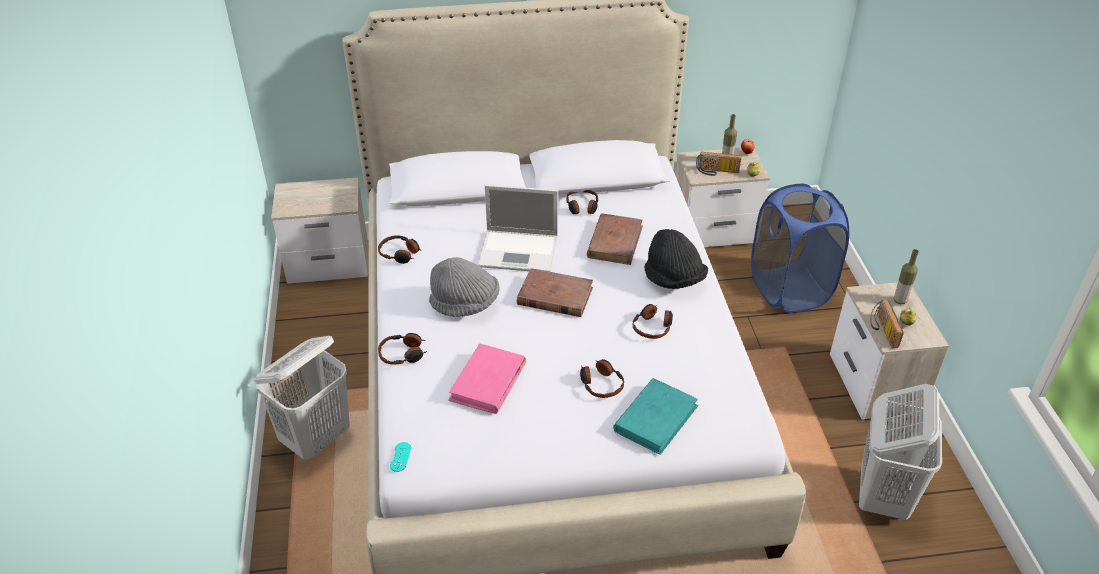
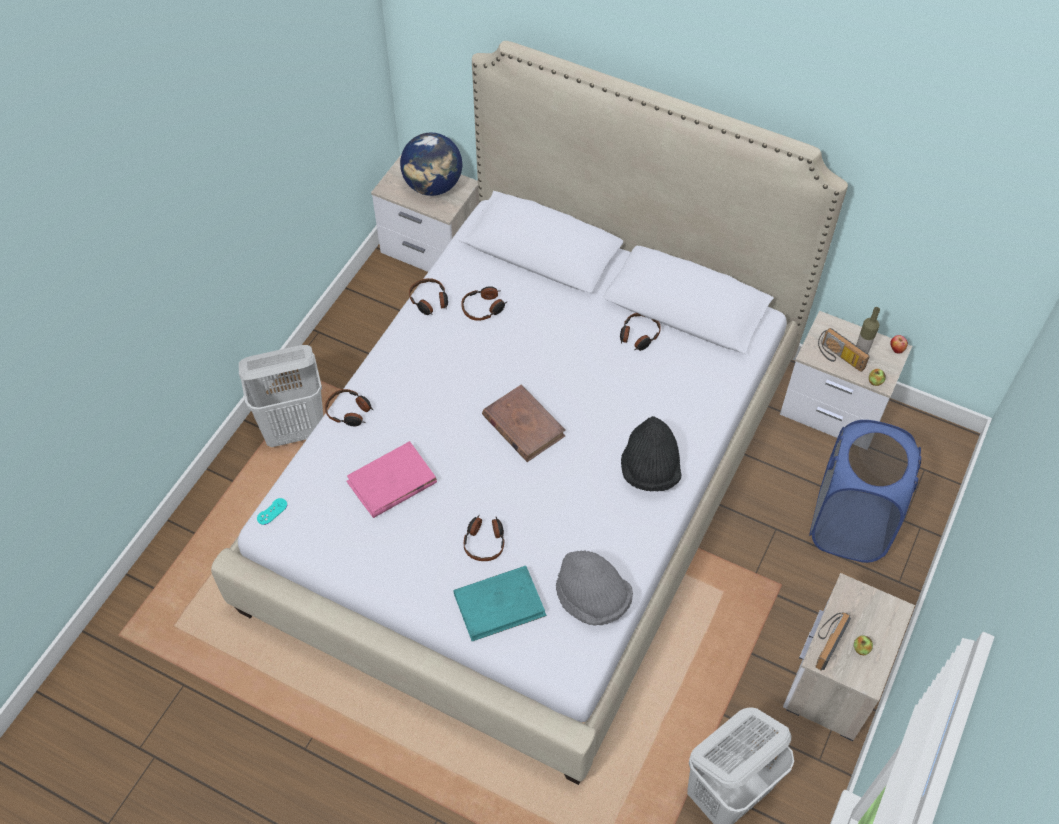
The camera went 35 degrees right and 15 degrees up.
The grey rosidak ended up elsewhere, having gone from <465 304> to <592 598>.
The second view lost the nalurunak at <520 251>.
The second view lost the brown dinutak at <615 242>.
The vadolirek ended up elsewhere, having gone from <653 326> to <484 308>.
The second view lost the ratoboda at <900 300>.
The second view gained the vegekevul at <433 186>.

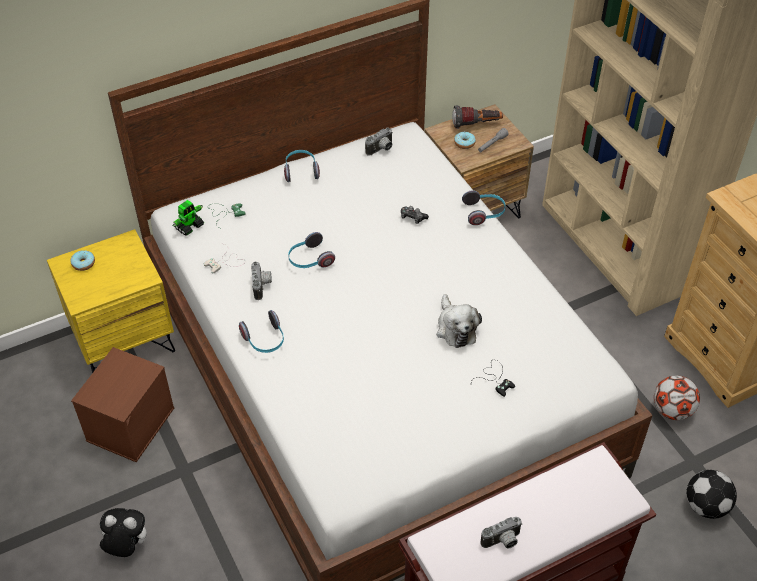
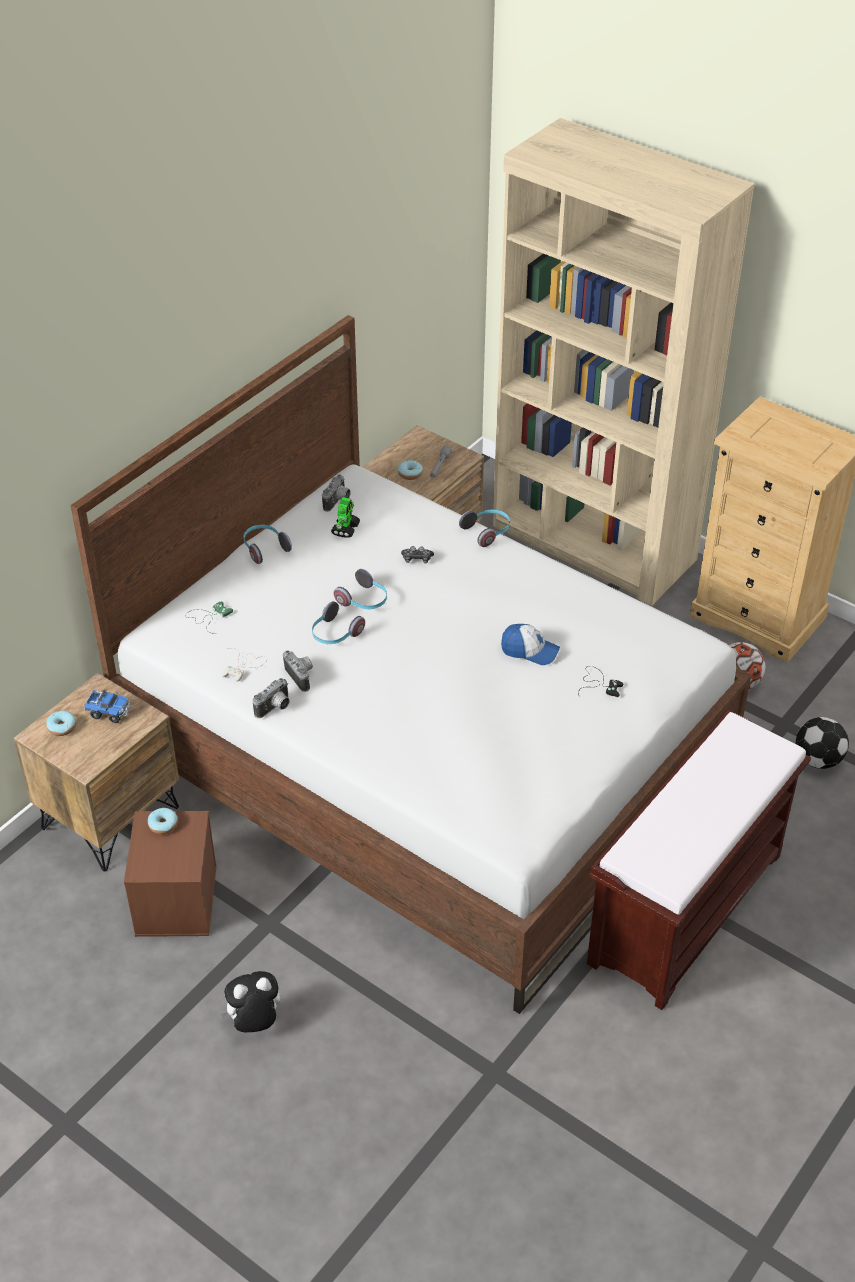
The camera went 25 degrees left and 5 degrees down.
What was the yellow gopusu at <124 341> turned into the brown gopusu at <110 817>.
The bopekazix ended up elsewhere, having gone from <189 226> to <345 529>.
The vadolirek ended up elsewhere, having gone from <265 340> to <364 601>.
Where the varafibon stood at <455 328>, the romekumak came to stand at <529 651>.
The second view lost the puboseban at <476 125>.
The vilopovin ended up elsewhere, having gone from <502 542> to <275 708>.
The second view gained the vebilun at <109 712>.
The second view gained the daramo at <163 825>.

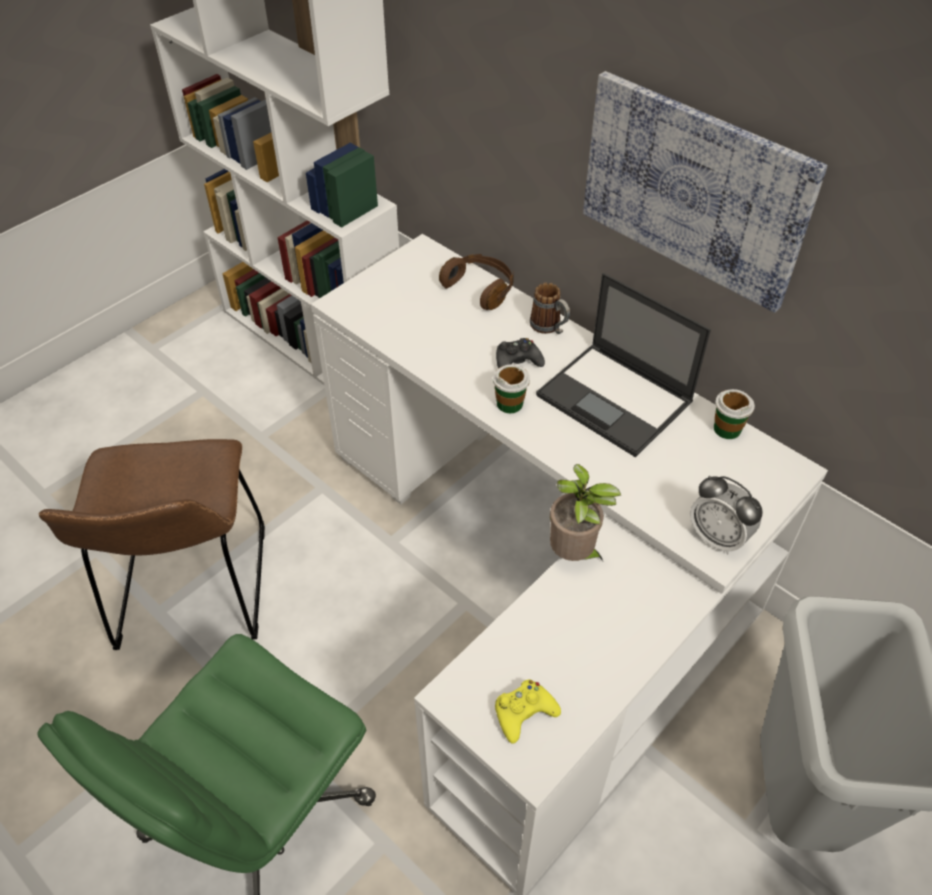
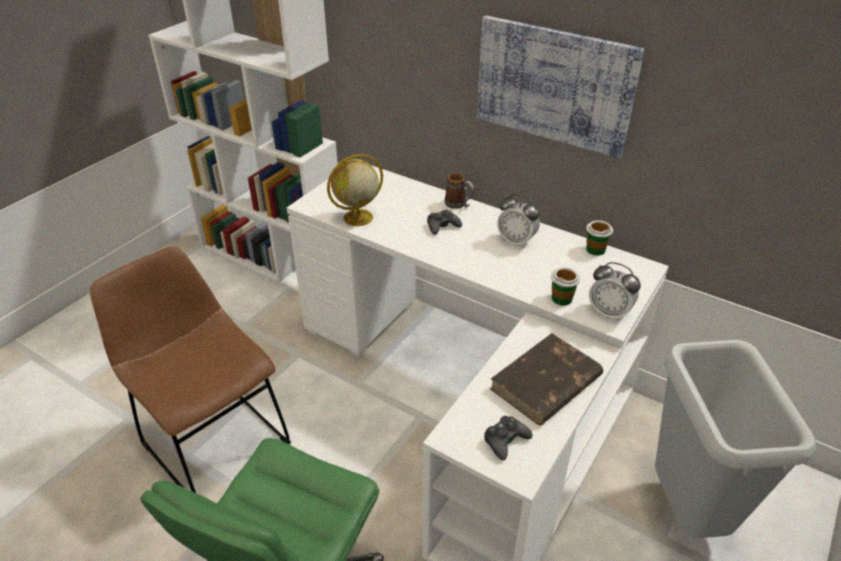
The camera went 10 degrees left and 10 degrees down.
The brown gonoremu at <192 595> ended up facing another way, 150 degrees clockwise from before.
The second view lost the brown vadolirek at <480 288>.
The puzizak ended up elsewhere, having gone from <510 403> to <562 298>.
What was the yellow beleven at <524 713> turned into the black beleven at <505 440>.
Where the nalurunak stood at <616 399>, the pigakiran came to stand at <516 241>.
The second view lost the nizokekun at <574 555>.
The second view gained the vegekevul at <357 218>.
The second view gained the brown dinutak at <545 383>.

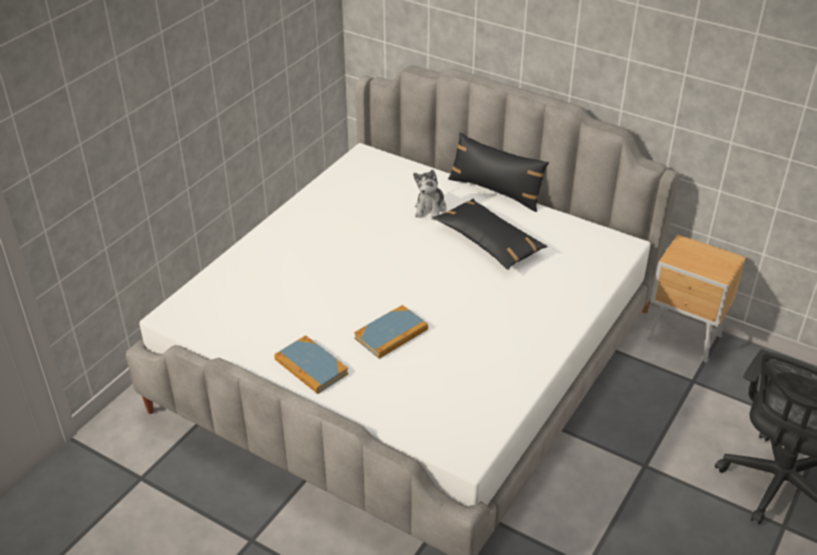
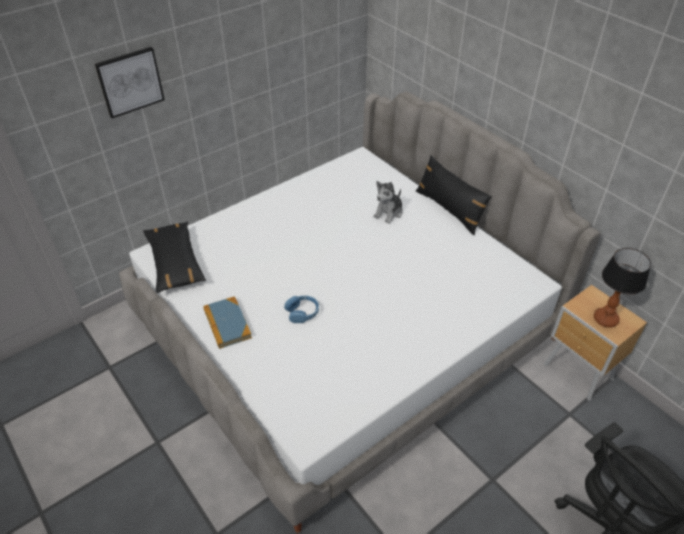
The camera went 20 degrees right and 5 degrees up.
Where the dinutak stood at <391 334>, the blue vadolirek came to stand at <302 312>.
The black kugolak ended up elsewhere, having gone from <488 242> to <175 262>.
The second view gained the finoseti at <130 81>.
The second view gained the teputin at <605 319>.

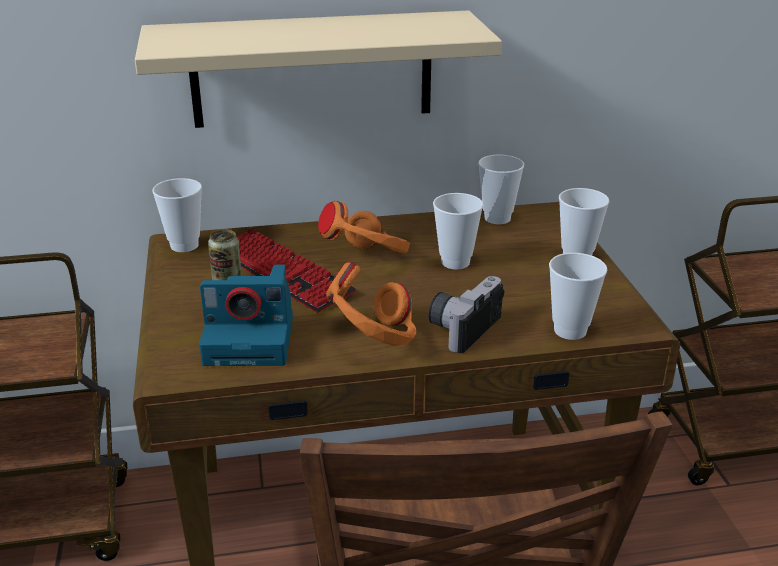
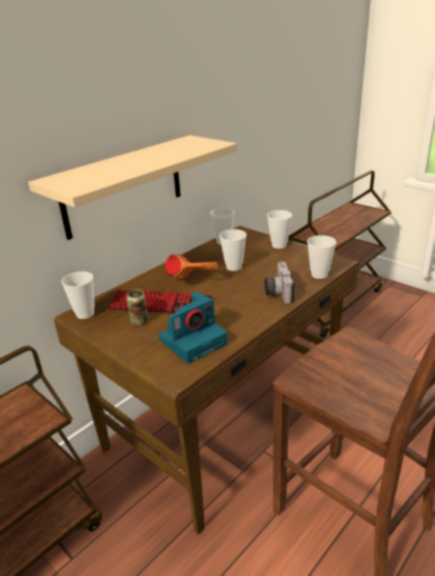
The camera went 35 degrees left and 0 degrees up.
The second view lost the orange vadolirek at <374 339>.

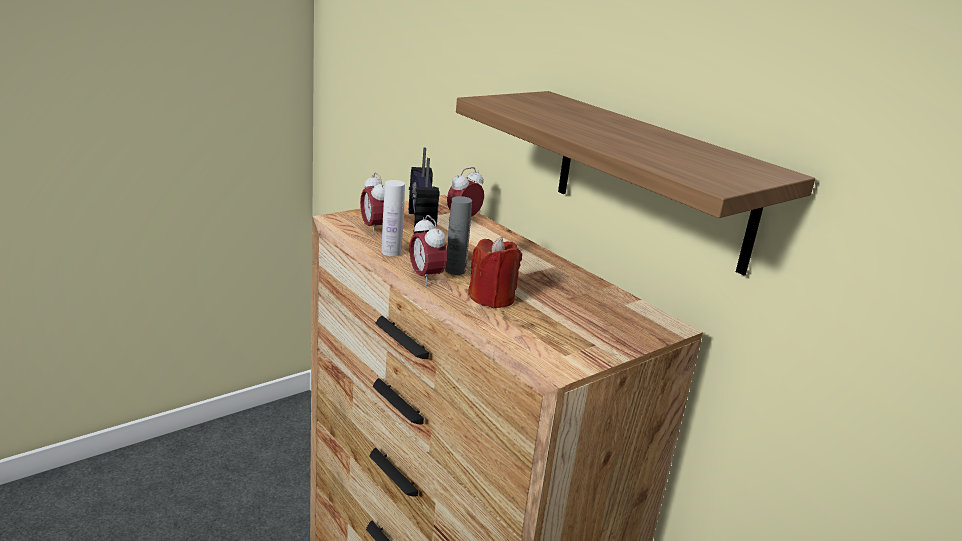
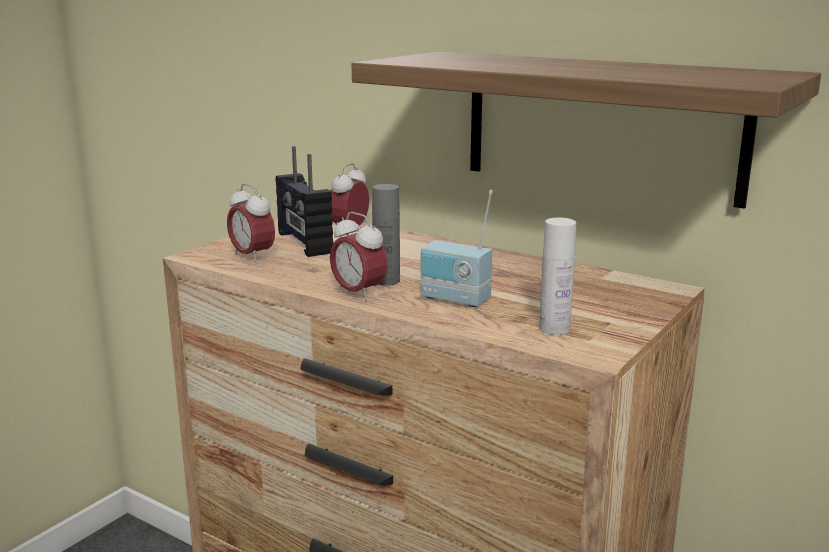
The camera went 15 degrees left and 5 degrees down.
The white ratoboda ended up elsewhere, having gone from <391 252> to <554 329>.
Where the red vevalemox stood at <492 298>, the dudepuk came to stand at <454 300>.

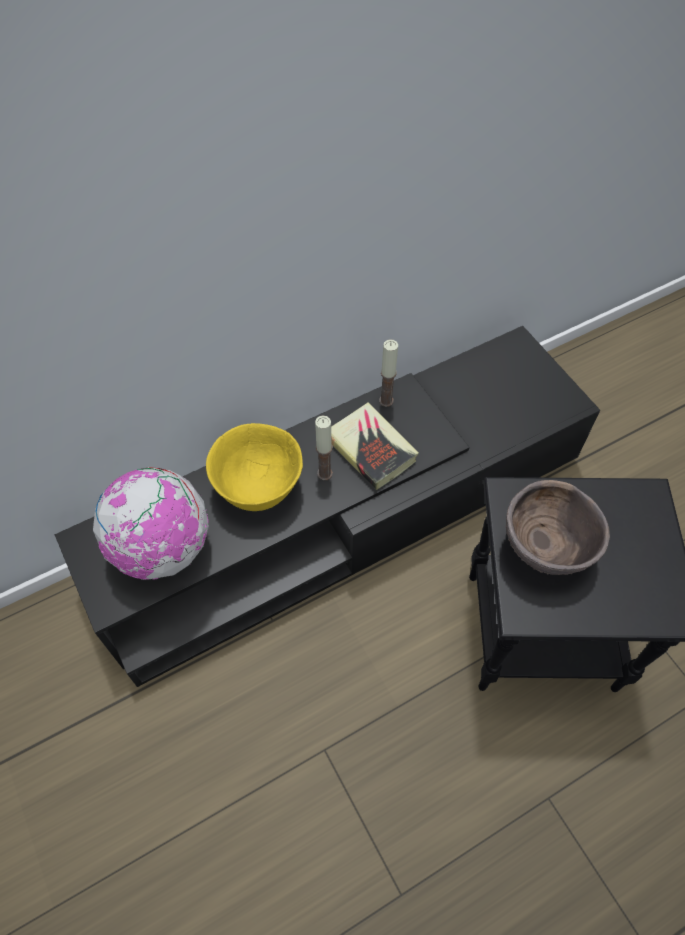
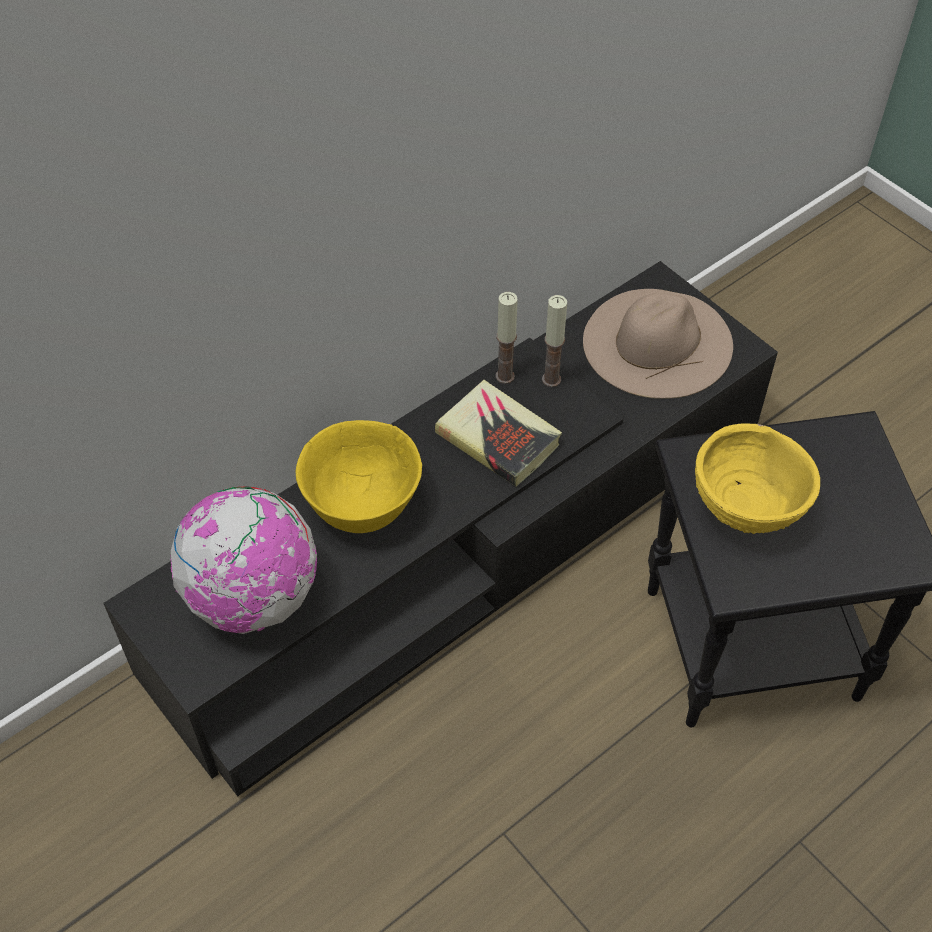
The camera went 10 degrees left and 5 degrees down.
The vevalemox ended up elsewhere, having gone from <324 473> to <551 379>.
What was the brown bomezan at <545 549> turned into the yellow bomezan at <745 511>.
The second view gained the beige rosidak at <657 342>.

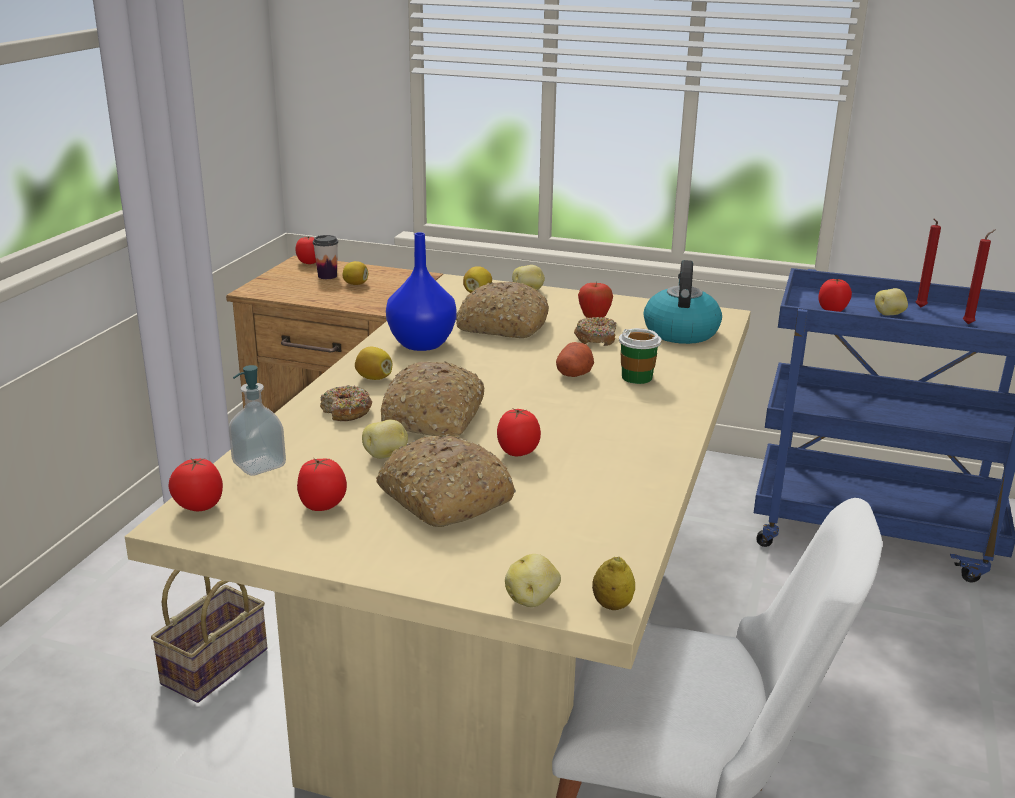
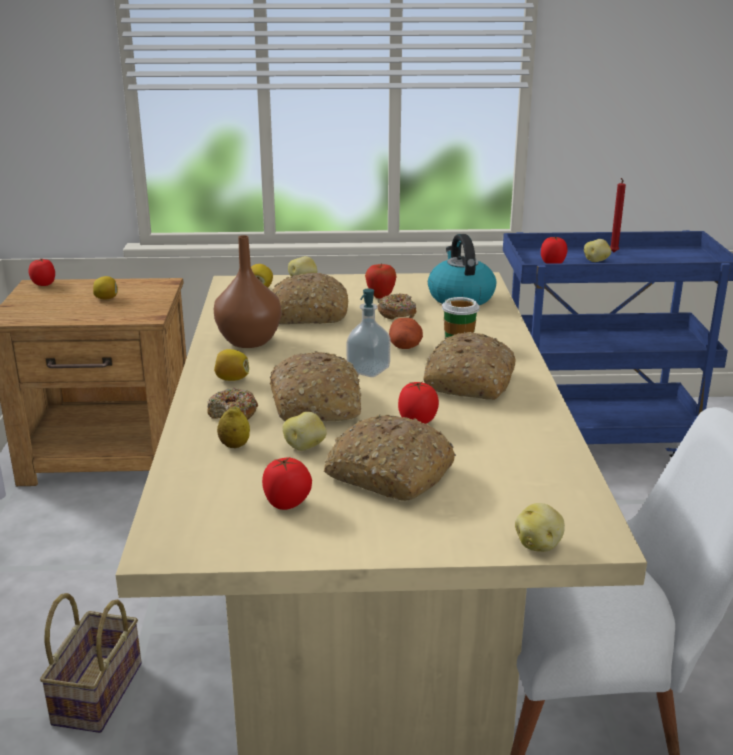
The camera went 20 degrees left and 0 degrees up.
The second view lost the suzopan at <198 507>.
The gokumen ended up elsewhere, having gone from <259 465> to <368 370>.
The second view lost the puzizak at <327 276>.
What was the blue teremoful at <423 344> turned into the brown teremoful at <250 341>.
The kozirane ended up elsewhere, having gone from <612 605> to <234 446>.
The second view lost the red vevalemox at <969 324>.
The second view gained the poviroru at <469 381>.

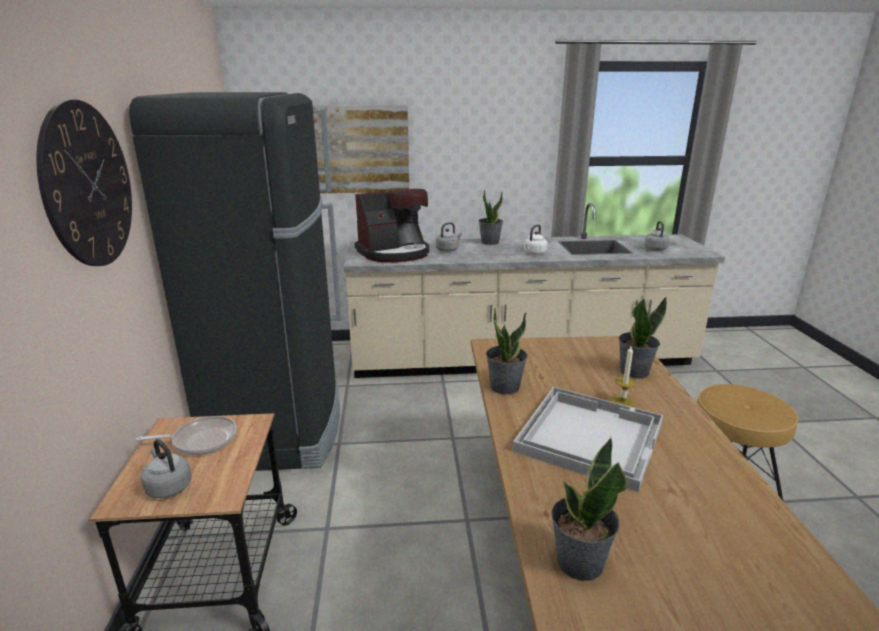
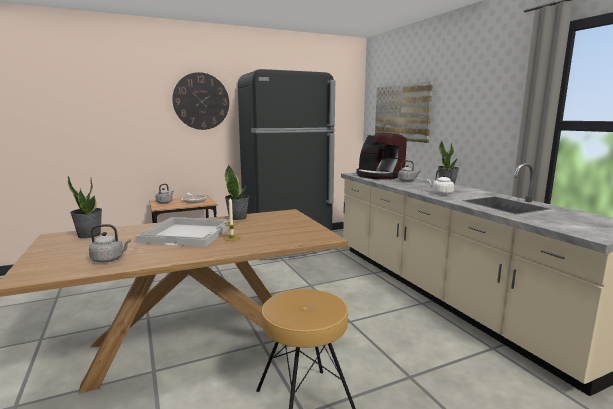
The camera went 70 degrees right and 10 degrees down.
The second view lost the nizokekun at <634 371>.
The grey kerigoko ended up elsewhere, having gone from <655 248> to <109 259>.

